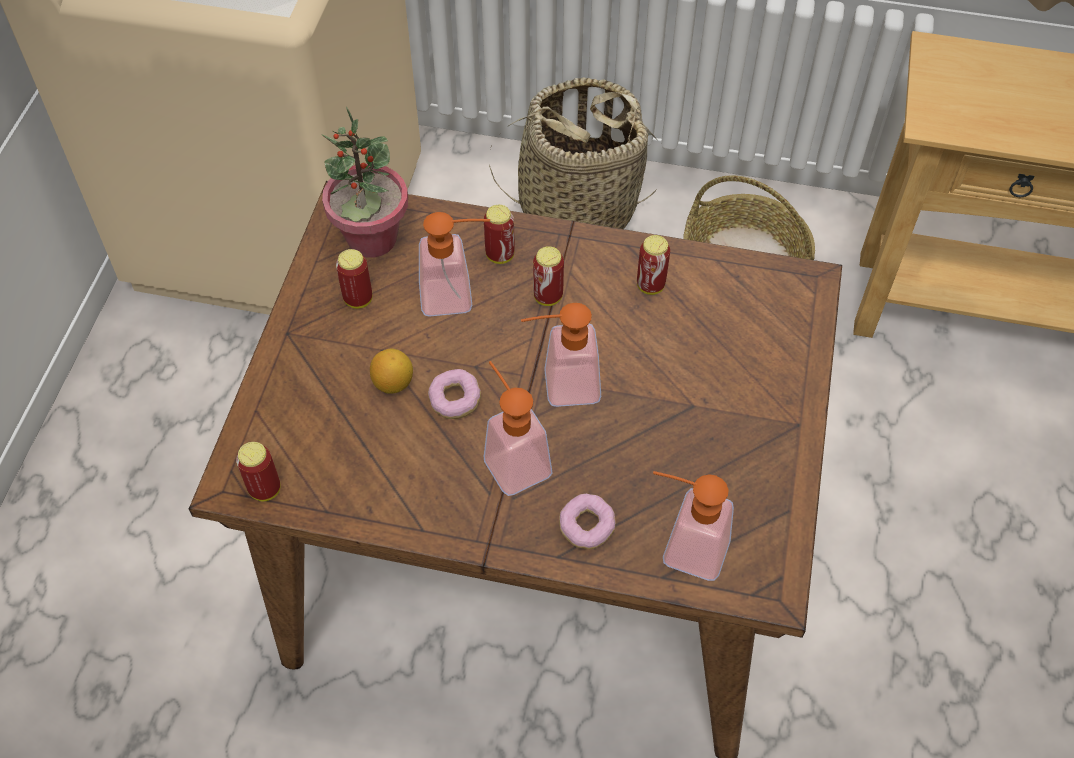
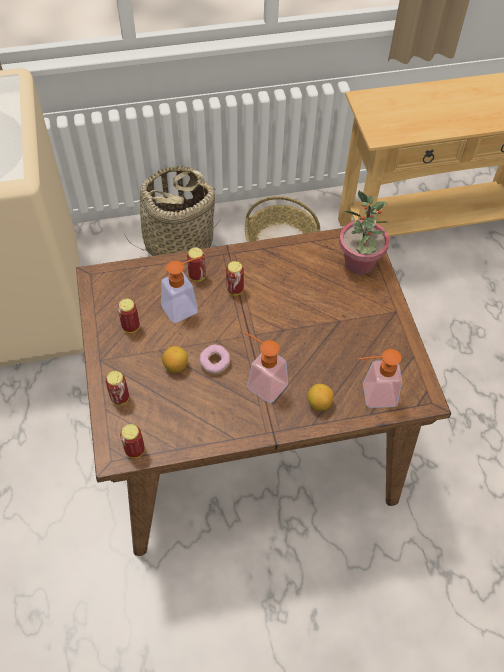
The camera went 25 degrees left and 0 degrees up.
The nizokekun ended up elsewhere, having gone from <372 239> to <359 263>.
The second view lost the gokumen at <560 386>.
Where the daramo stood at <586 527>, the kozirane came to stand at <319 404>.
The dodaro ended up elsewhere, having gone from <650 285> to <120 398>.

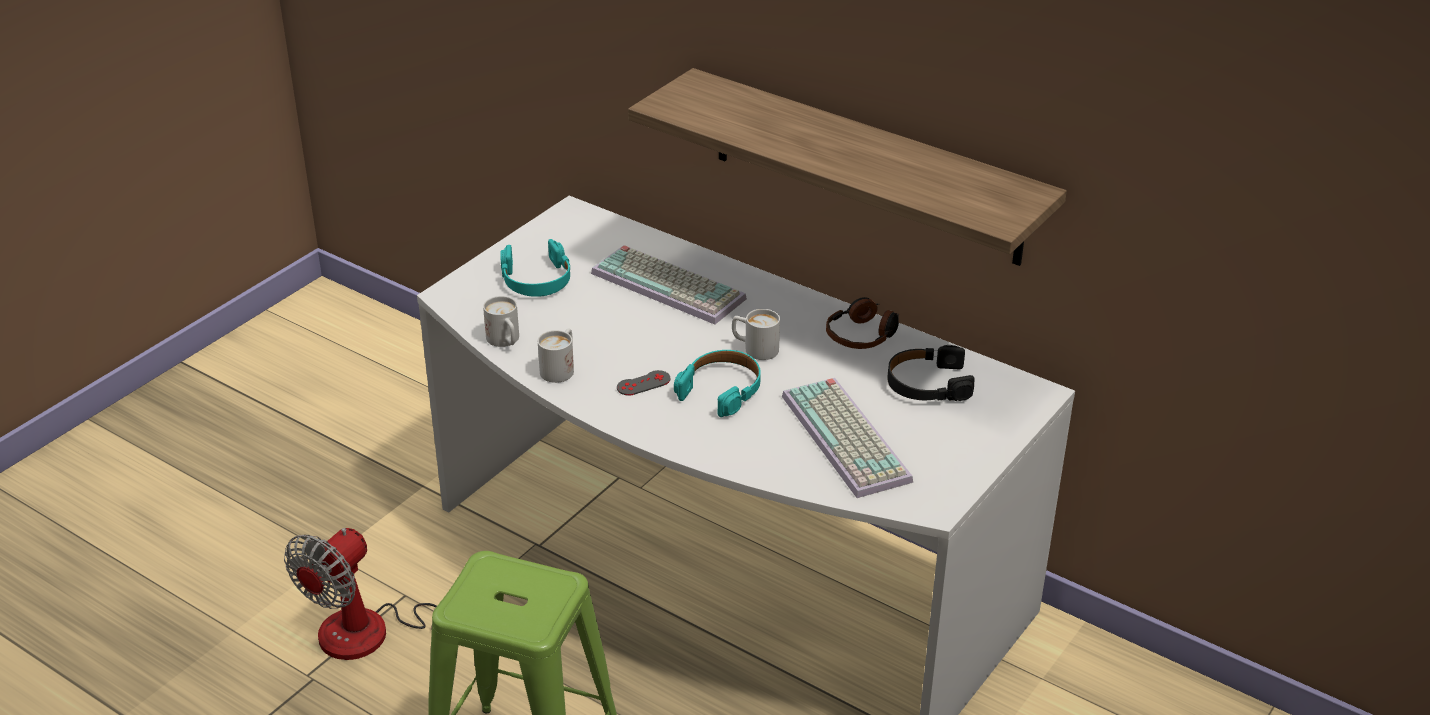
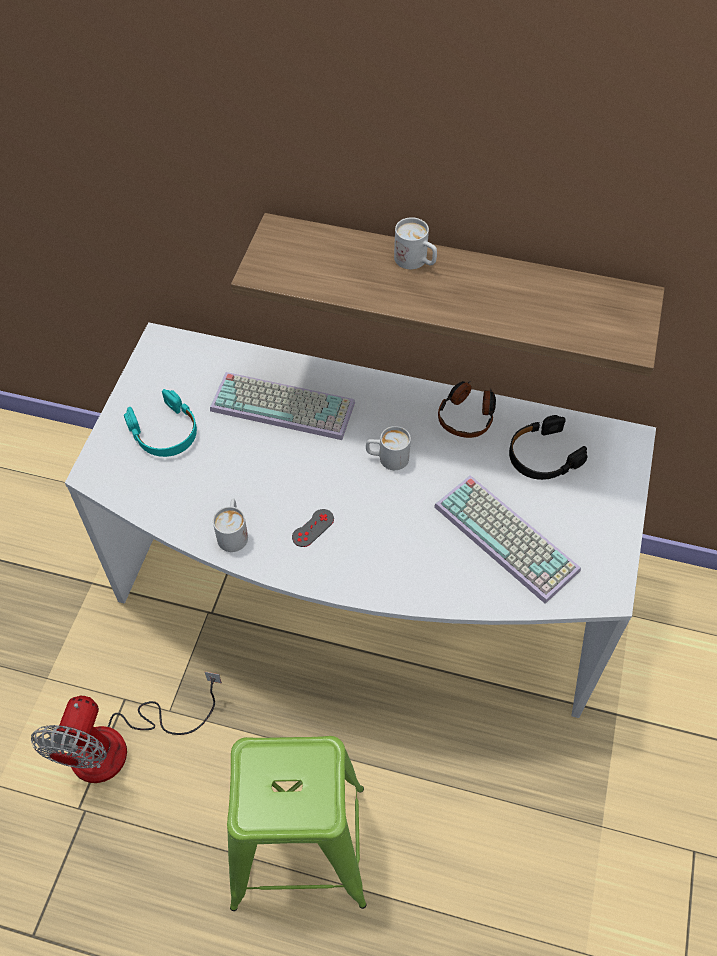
The camera went 20 degrees left and 20 degrees up.
The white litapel ended up elsewhere, having gone from <505 341> to <416 261>.
The second view lost the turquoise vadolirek at <721 389>.

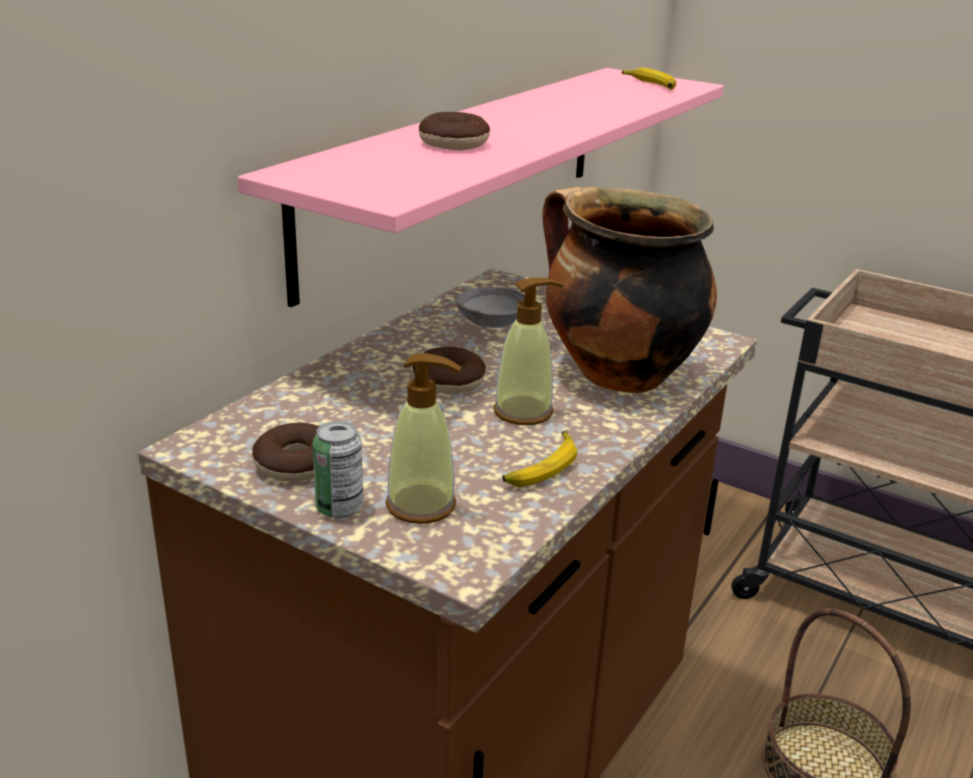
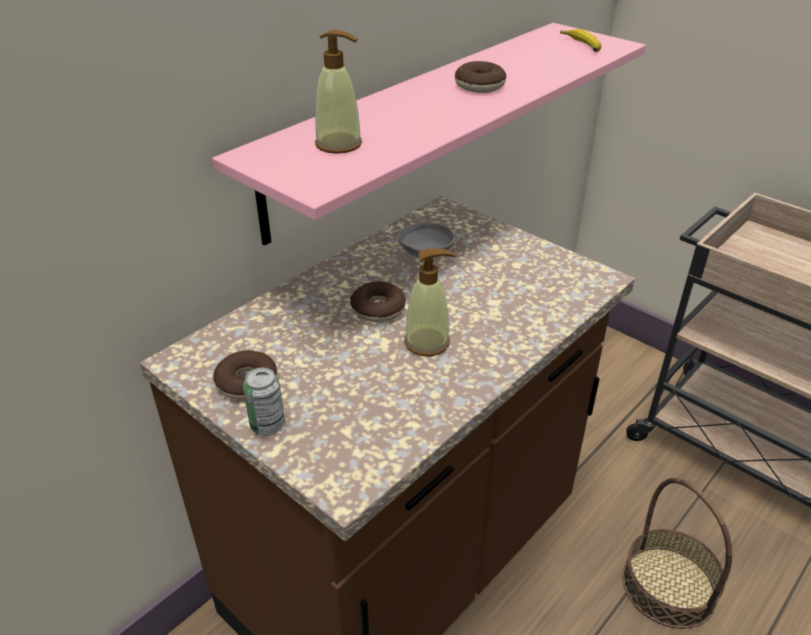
The camera went 10 degrees right and 10 degrees up.
The gokumen ended up elsewhere, having gone from <421 505> to <339 144>.
The daramo ended up elsewhere, having gone from <454 143> to <479 86>.
The second view lost the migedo at <542 468>.
The second view lost the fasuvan at <616 374>.

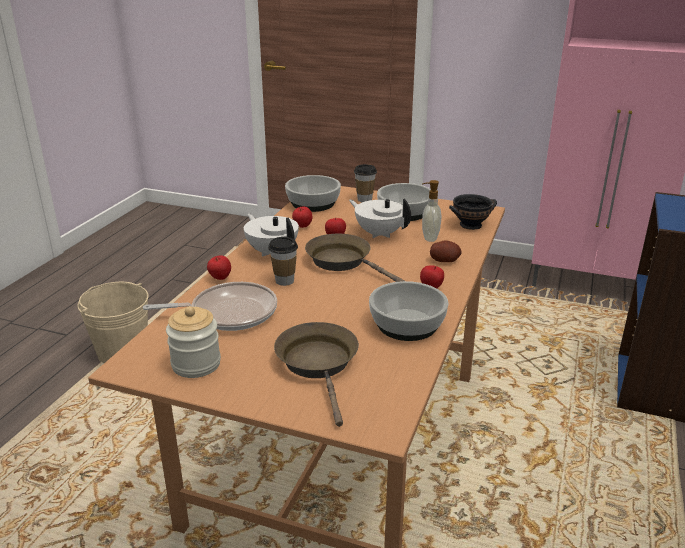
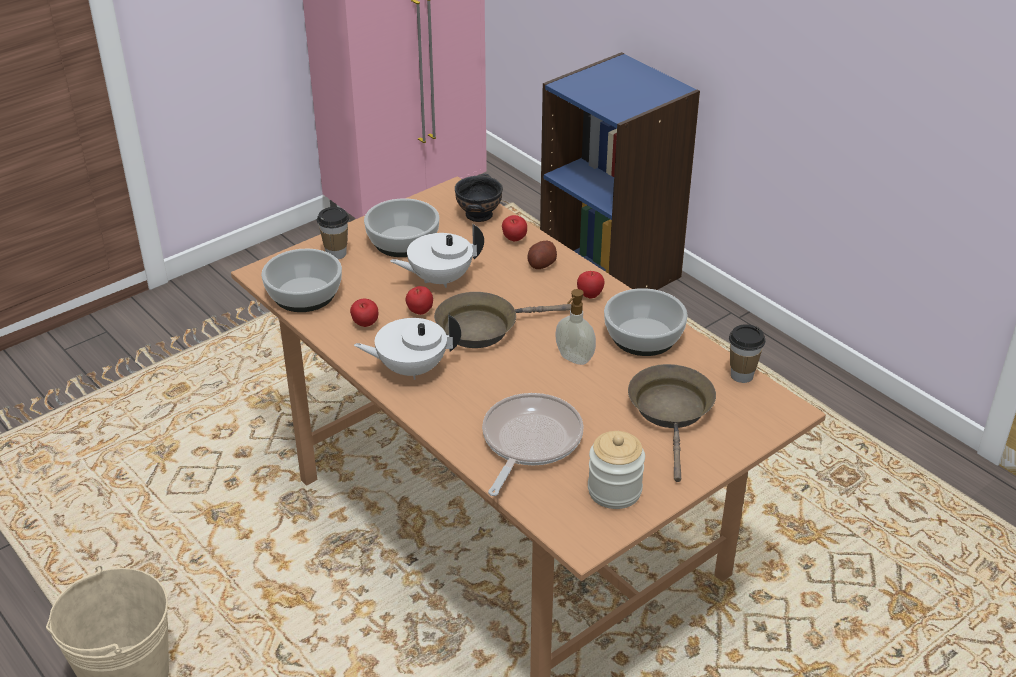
The camera went 60 degrees left and 10 degrees up.
The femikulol ended up elsewhere, having gone from <220 279> to <514 240>.
The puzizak ended up elsewhere, having gone from <284 281> to <741 375>.
The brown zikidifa at <319 364> ended up facing another way, 75 degrees clockwise from before.
The gokumen ended up elsewhere, having gone from <429 238> to <573 359>.

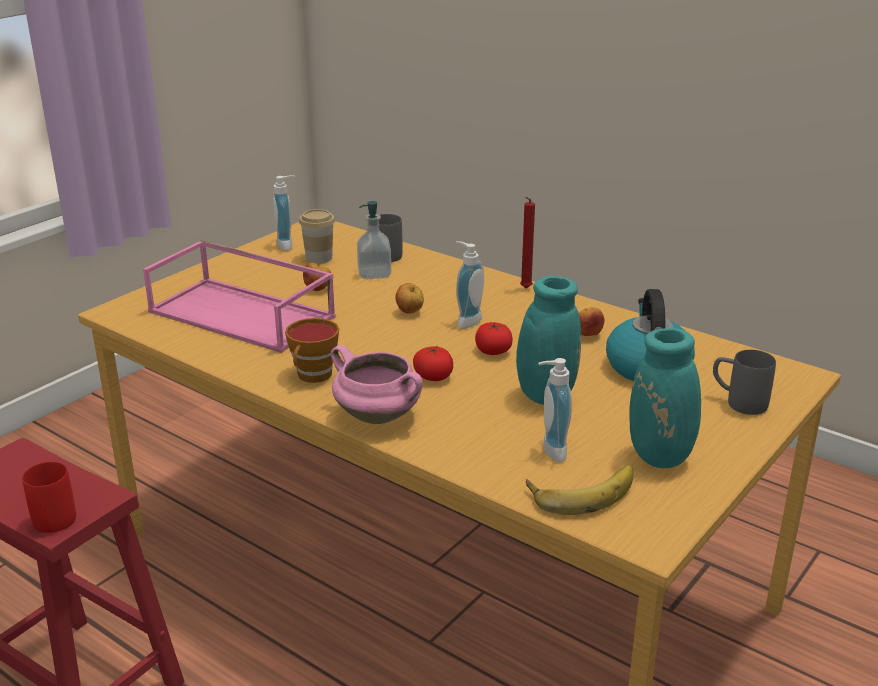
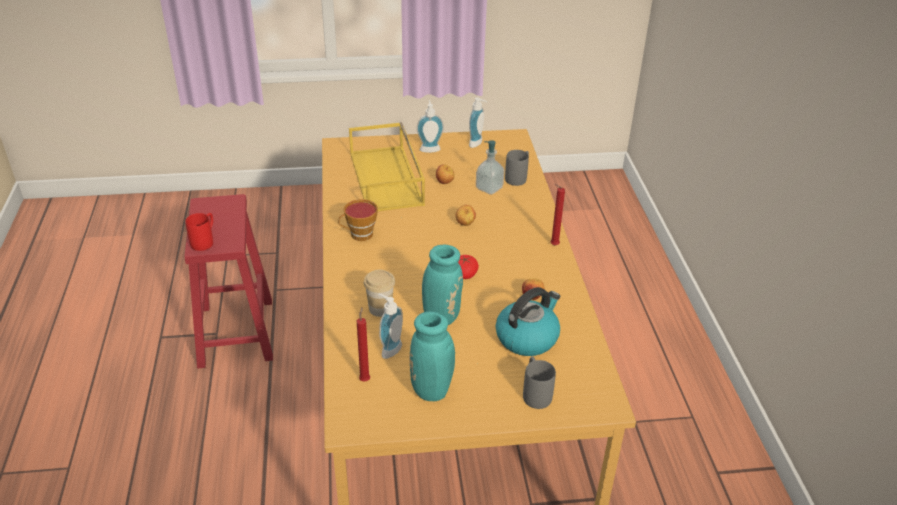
The camera went 45 degrees right and 10 degrees up.
What was the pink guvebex at <244 314> turned into the yellow guvebex at <387 179>.
The puzizak ended up elsewhere, having gone from <319 258> to <380 308>.
The second view lost the pink fasuvan at <379 416>.
The second view lost the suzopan at <433 376>.
The gokumen ended up elsewhere, having gone from <466 321> to <429 148>.
Where the migedo stood at <581 491>, the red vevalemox came to stand at <365 379>.

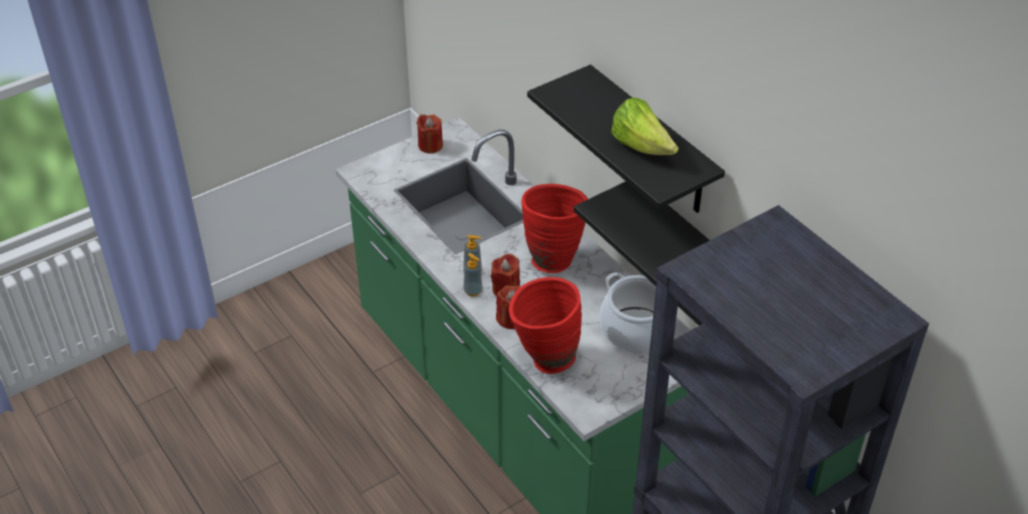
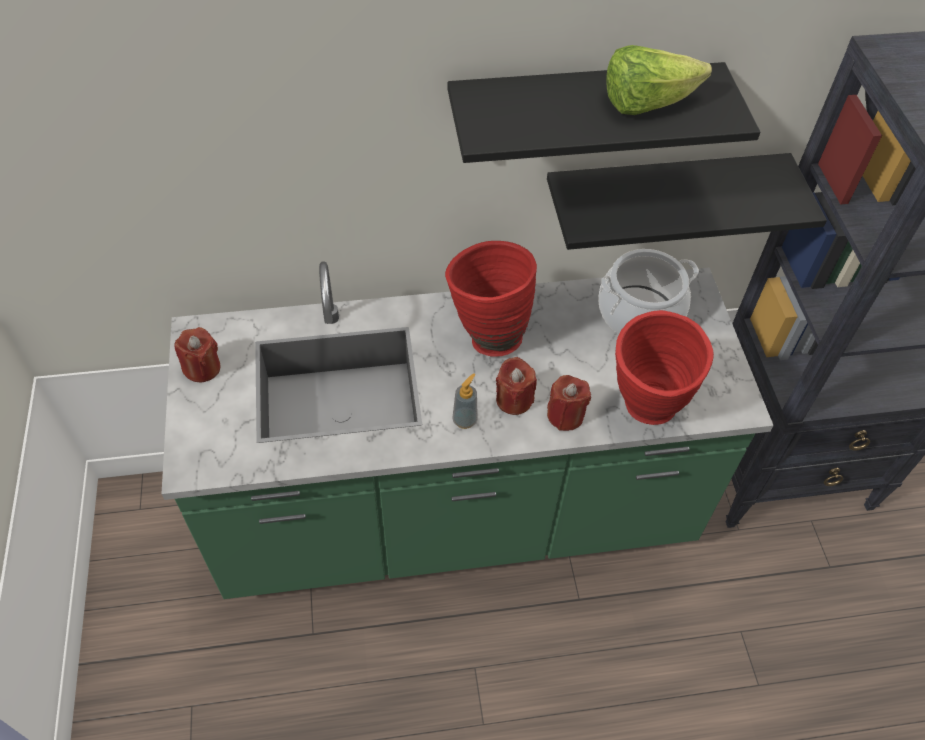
The camera went 65 degrees left and 10 degrees up.
The second view lost the gokumen at <473 291>.

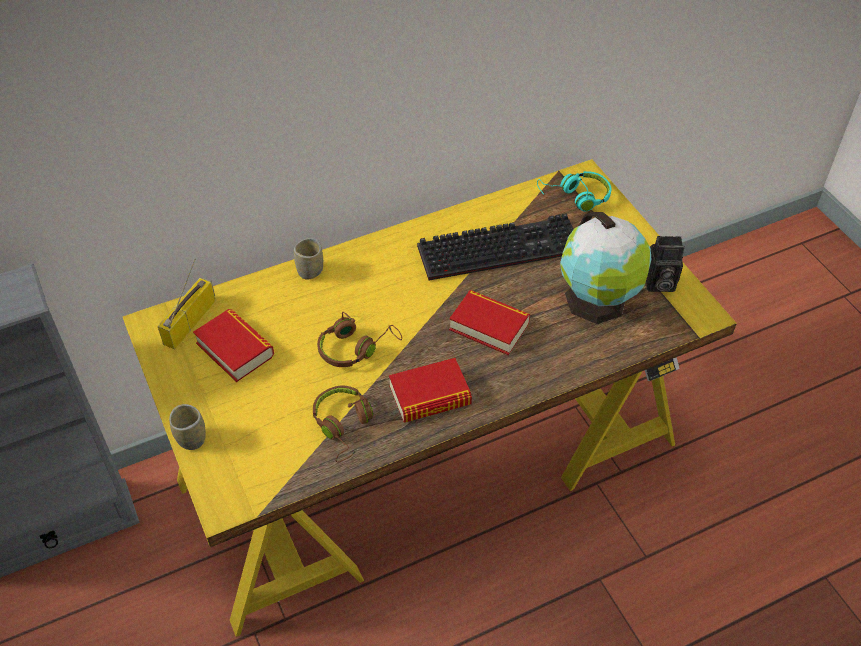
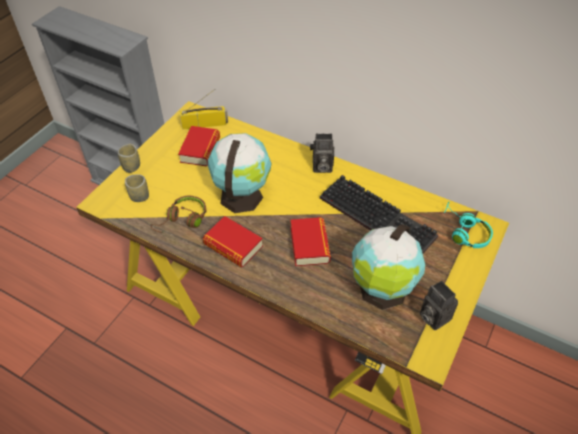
The camera went 55 degrees right and 0 degrees up.
The puzizak ended up elsewhere, having gone from <310 271> to <139 197>.
Where the brown vadolirek stood at <356 347>, the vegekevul came to stand at <241 195>.
The second view gained the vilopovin at <321 167>.

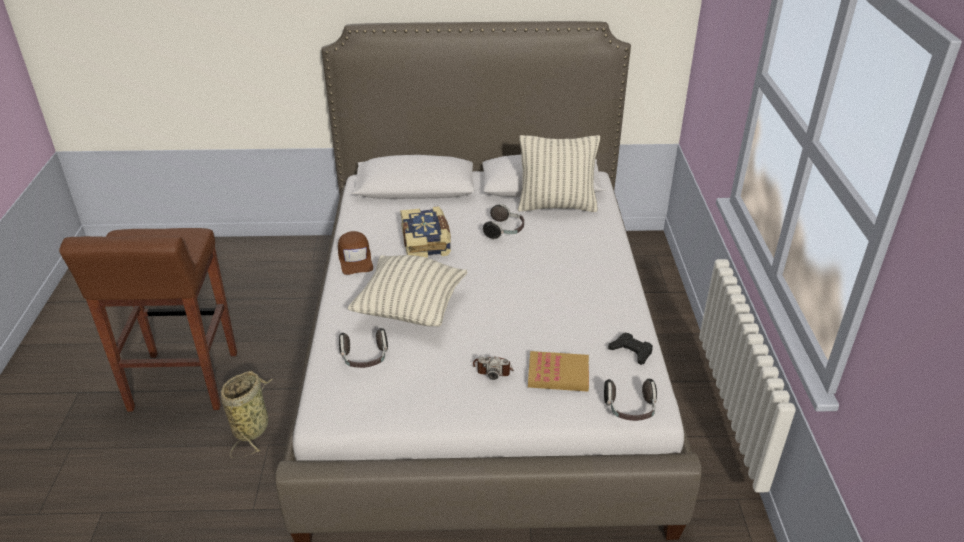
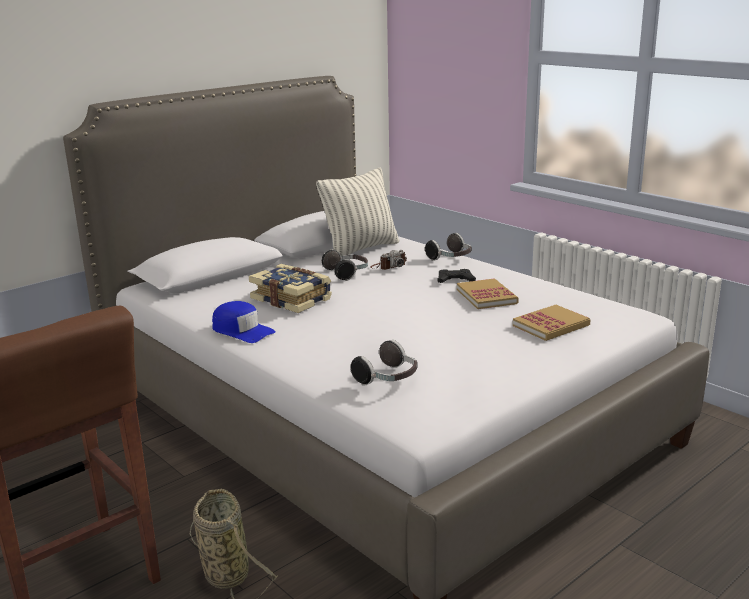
The camera went 40 degrees left and 15 degrees down.
What was the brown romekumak at <355 258> turned into the blue romekumak at <242 331>.
The second view lost the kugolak at <410 310>.
The vilopovin ended up elsewhere, having gone from <493 368> to <388 266>.
The vadolirek ended up elsewhere, having gone from <630 410> to <451 258>.
The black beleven ended up elsewhere, having gone from <631 351> to <455 280>.
The second view gained the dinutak at <486 296>.

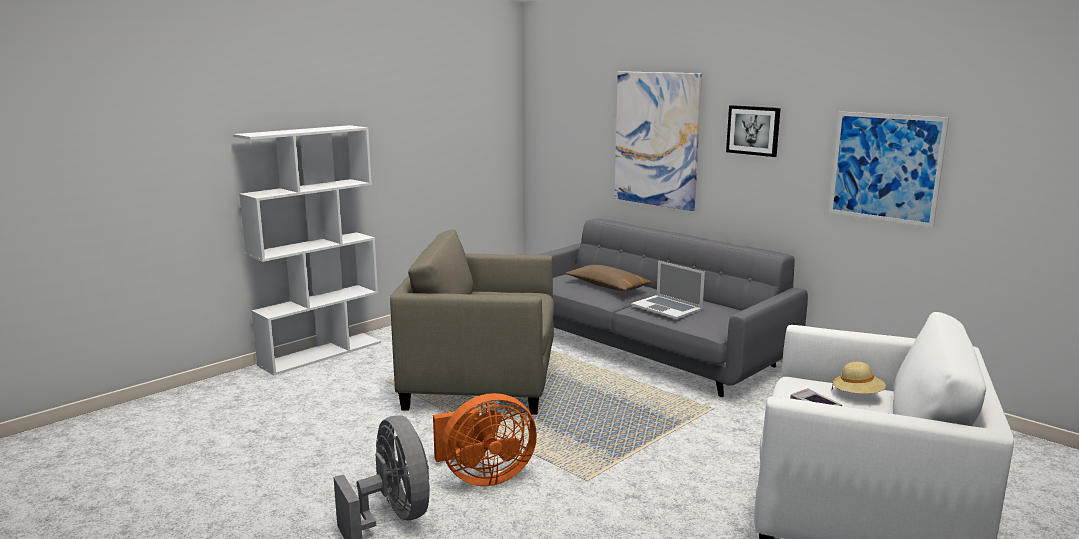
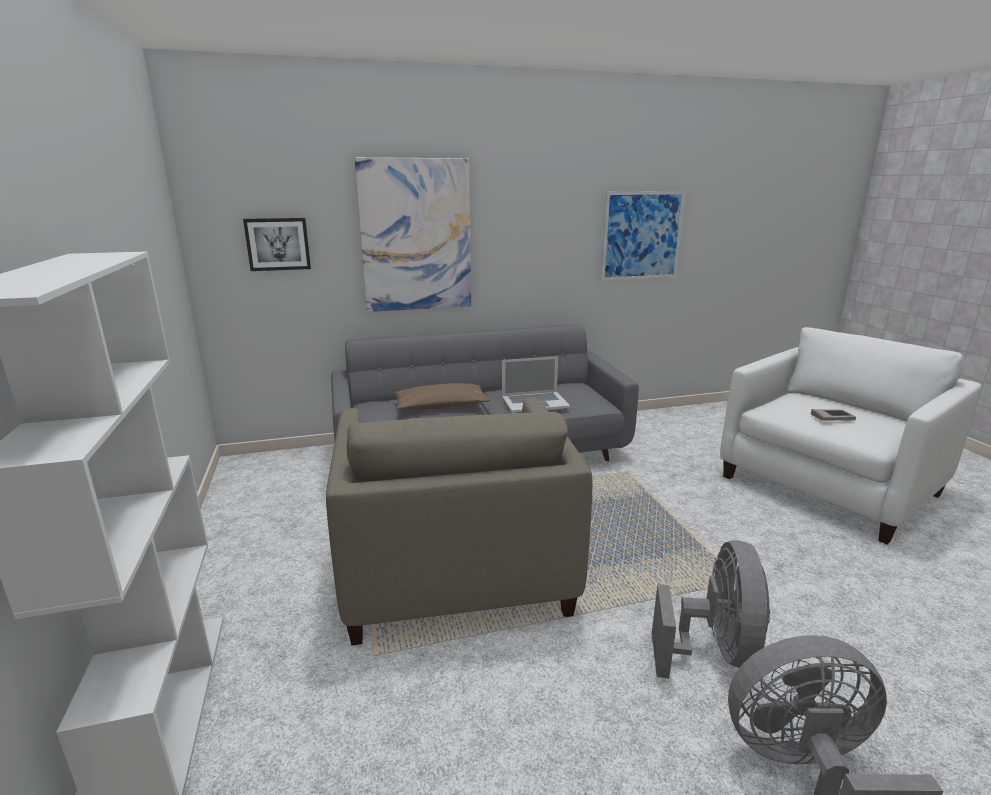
The camera went 60 degrees left and 5 degrees up.
The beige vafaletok at <481 380> ended up facing another way, 45 degrees counterclockwise from before.
What was the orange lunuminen at <483 477> turned into the grey lunuminen at <713 650>.
The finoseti ended up elsewhere, having gone from <753 130> to <278 244>.
The second view lost the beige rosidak at <857 395>.

